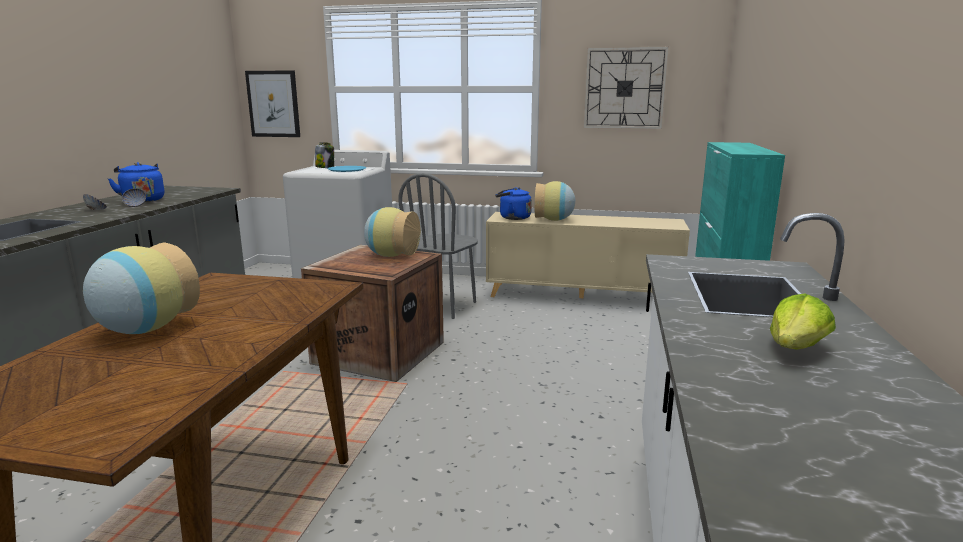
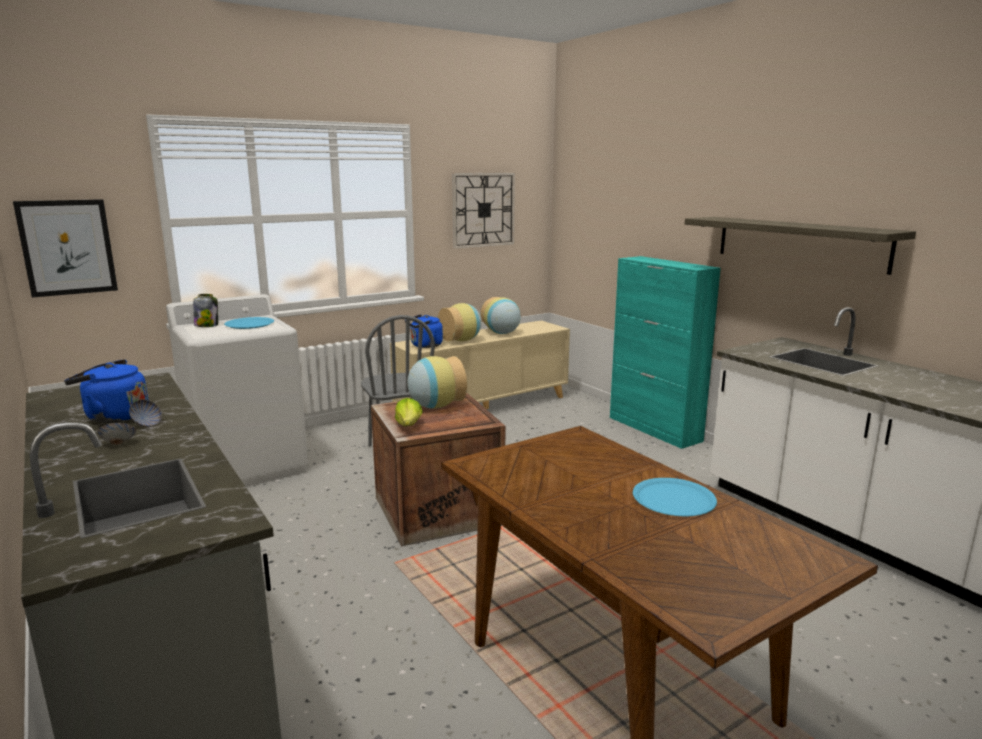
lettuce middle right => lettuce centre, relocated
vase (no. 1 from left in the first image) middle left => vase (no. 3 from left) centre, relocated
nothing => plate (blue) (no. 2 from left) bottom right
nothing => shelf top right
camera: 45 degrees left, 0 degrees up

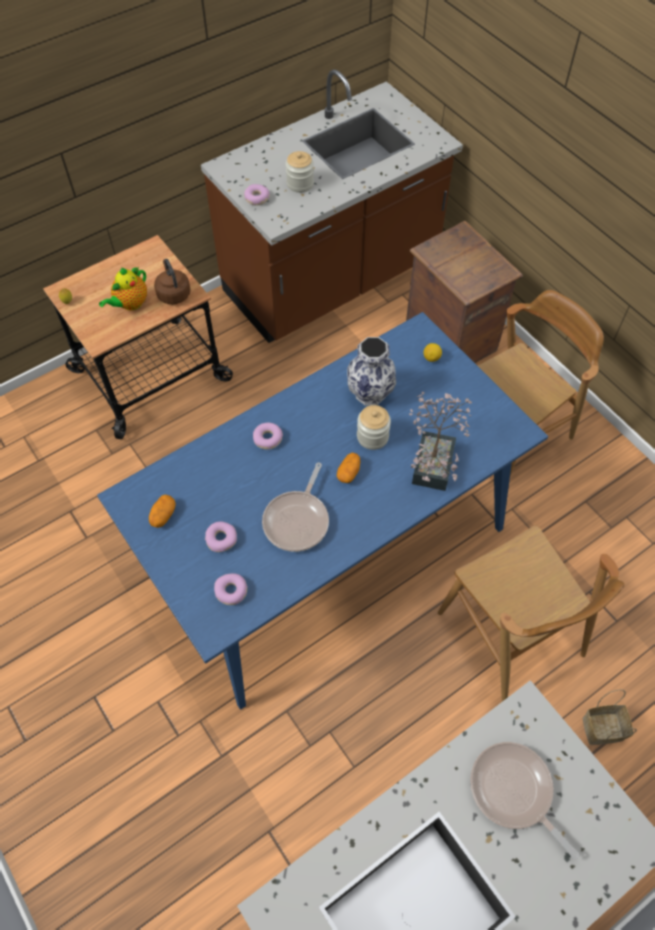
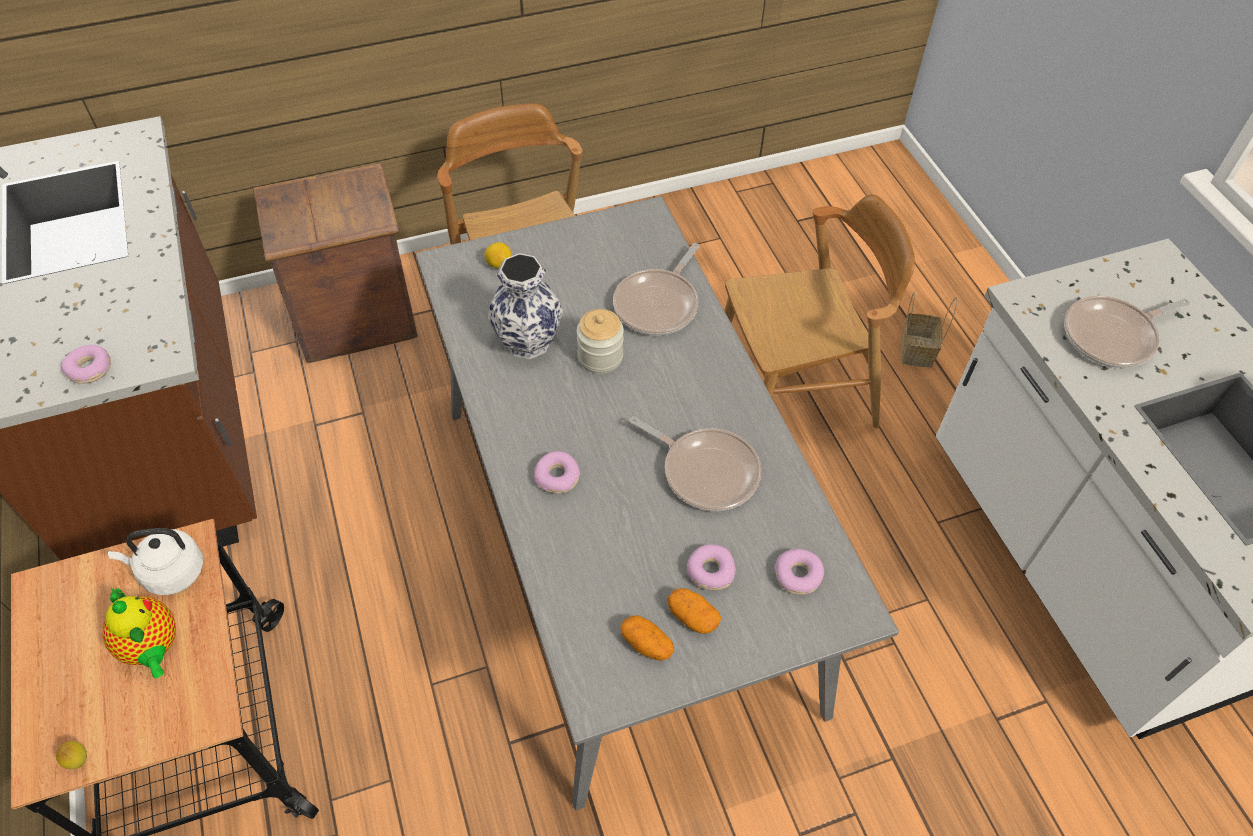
kettle (brown) top left => kettle (white) bottom left
dining table (blue) centre => dining table (grey) centre
potted plant middle right => frying pan (no. 1 from left) centre
potato (no. 2 from left) centre => potato (no. 2 from left) bottom centre, relocated
jar (no. 1 from left) top centre => nothing
camera: 75 degrees left, 5 degrees down

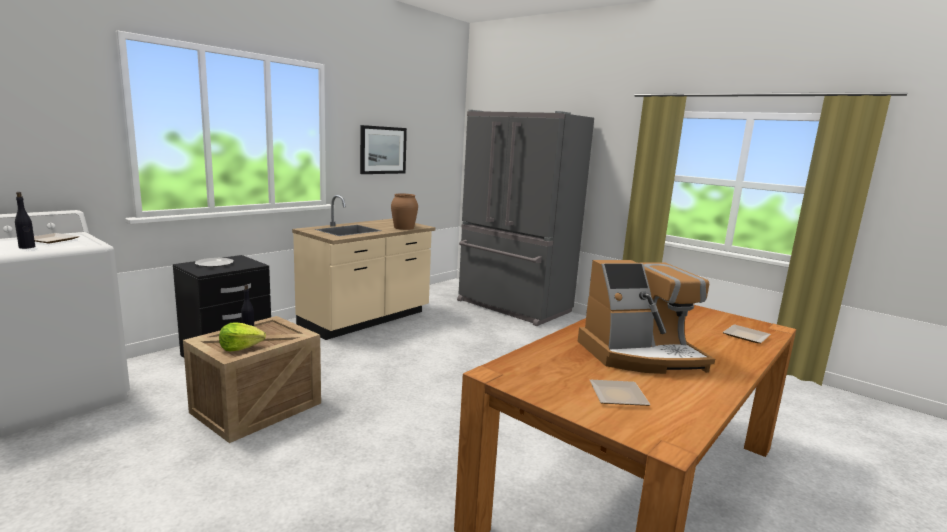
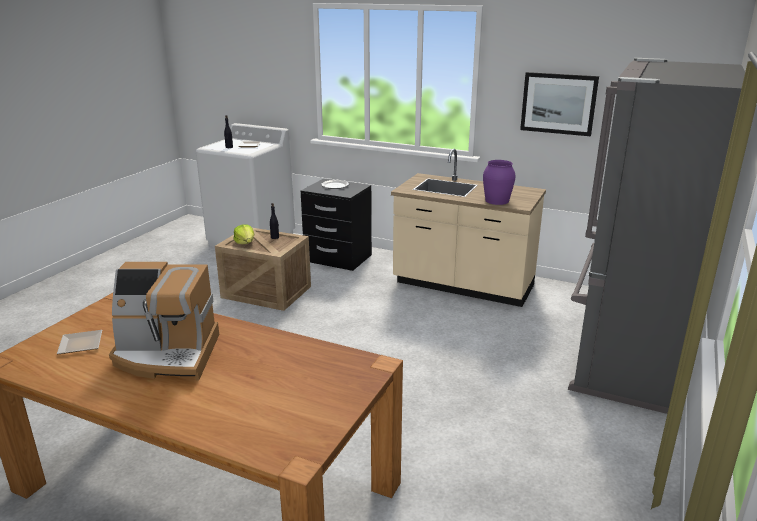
coffee machine middle right => coffee machine middle left, 60 degrees counterclockwise
vase (brown) centre => vase (purple) centre
plate (no. 4 from left) middle right => nothing
camera: 75 degrees right, 10 degrees up

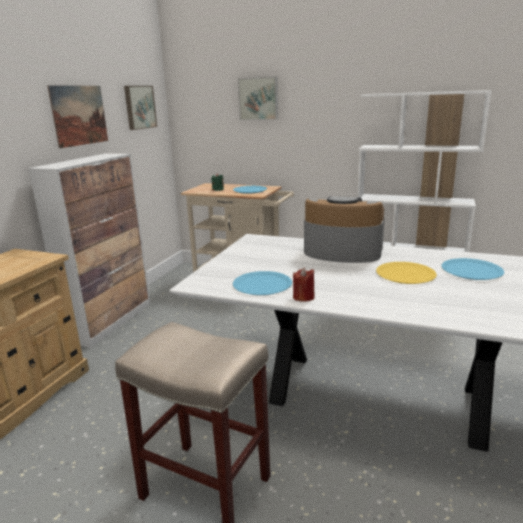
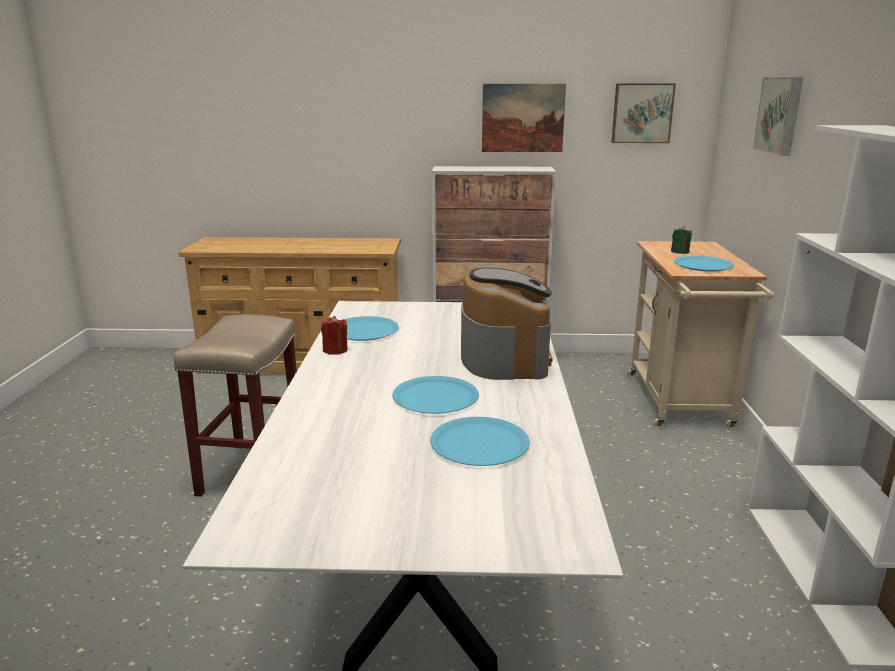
plate (yellow) middle right => plate (blue) (no. 2 from left) centre
camera: 70 degrees right, 0 degrees up

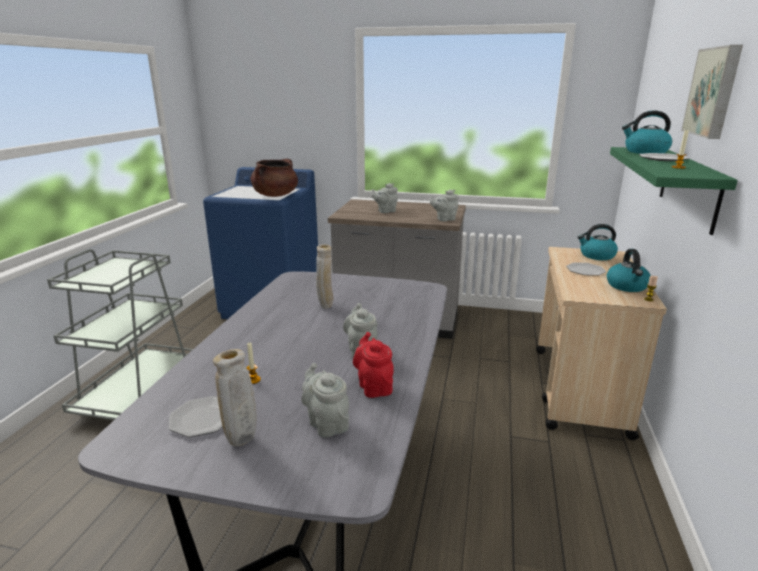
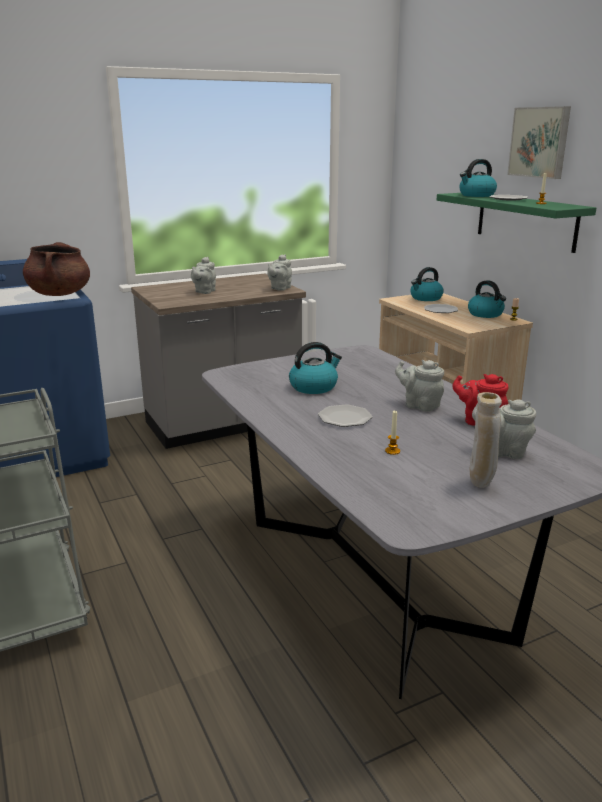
vase (beige) (no. 2 from left) centre => kettle (no. 1 from left) centre
plate (no. 1 from left) bottom left => plate (no. 1 from left) centre, relocated
camera: 40 degrees left, 0 degrees up

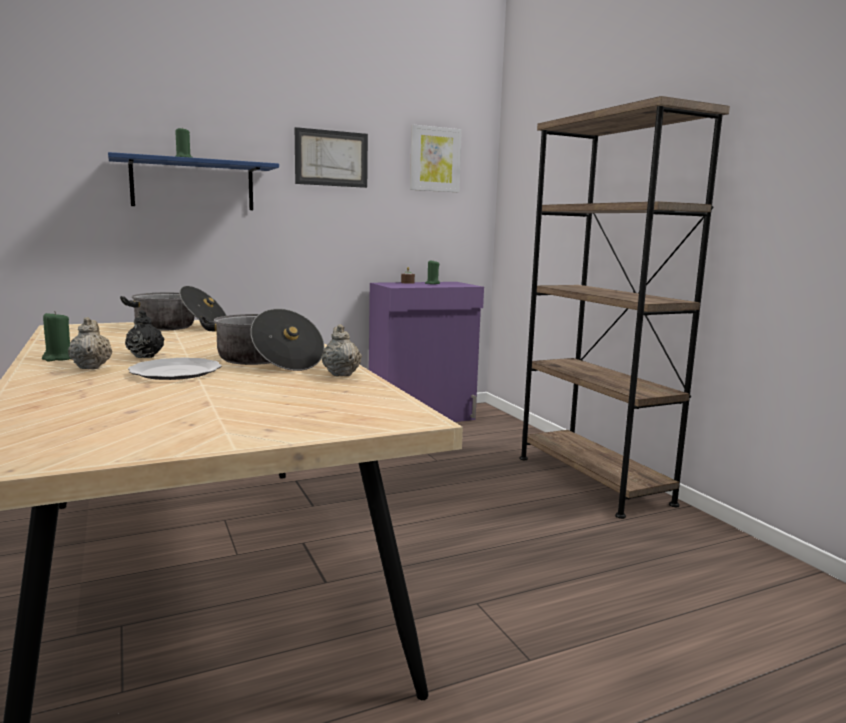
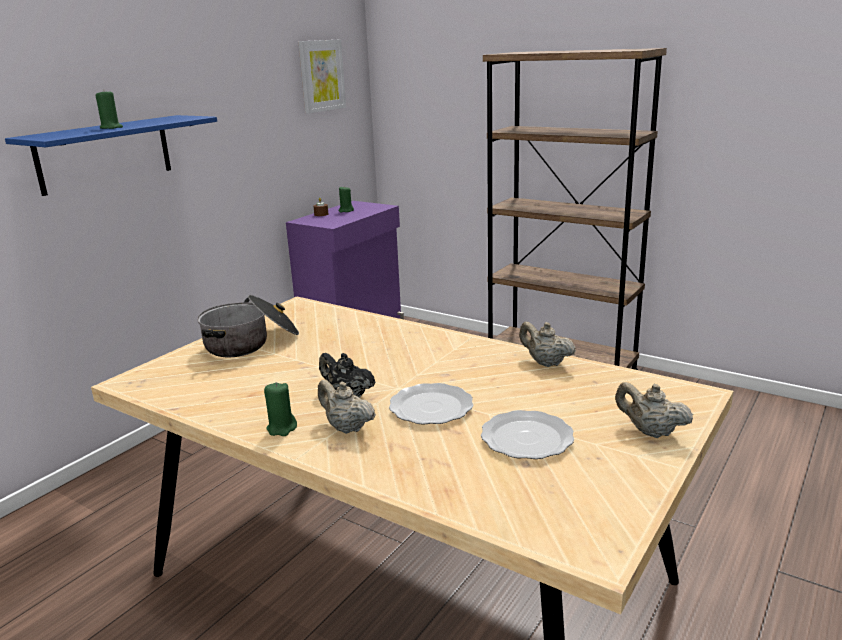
nothing => plate (no. 2 from left) bottom centre
nothing => teapot (beige) (no. 3 from left) middle right
cooking pot (no. 2 from left) middle left => nothing
picture (no. 1 from left) top centre => nothing
camera: 30 degrees left, 10 degrees up

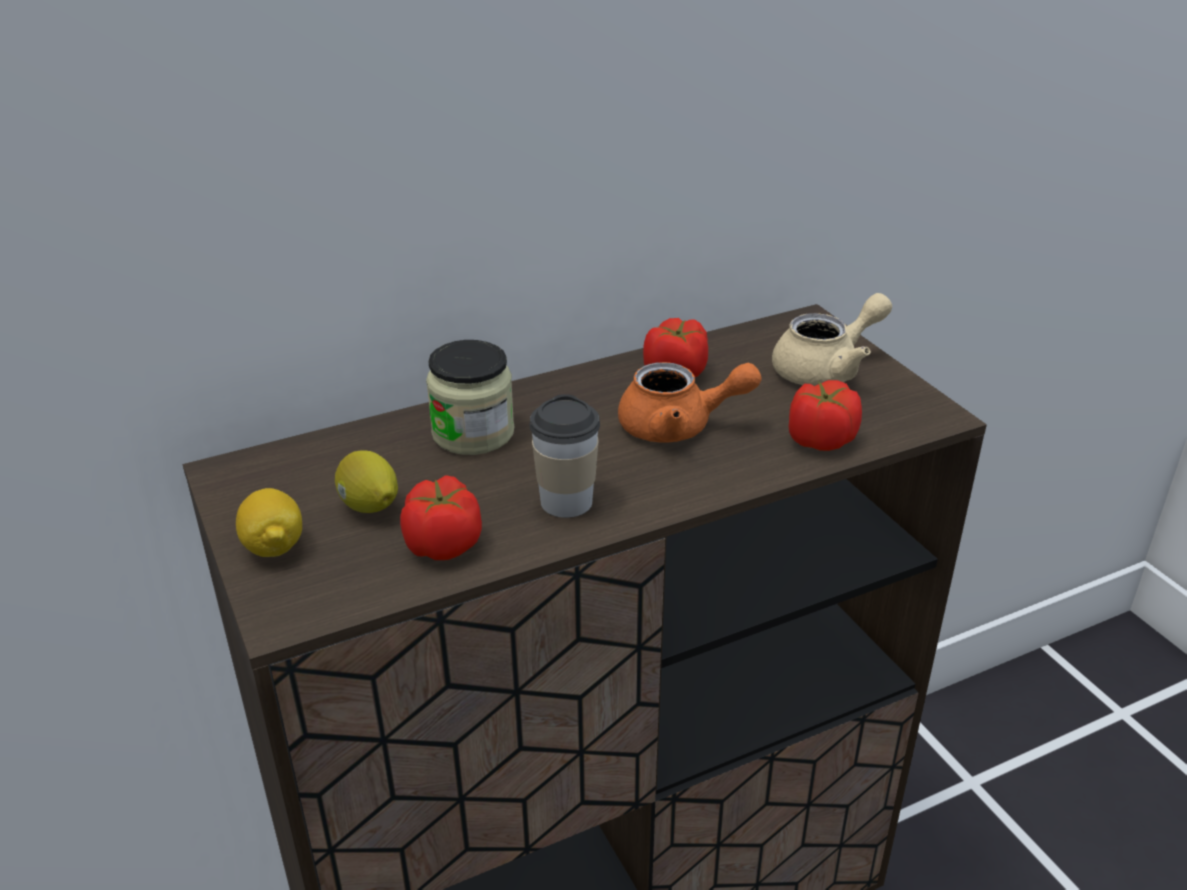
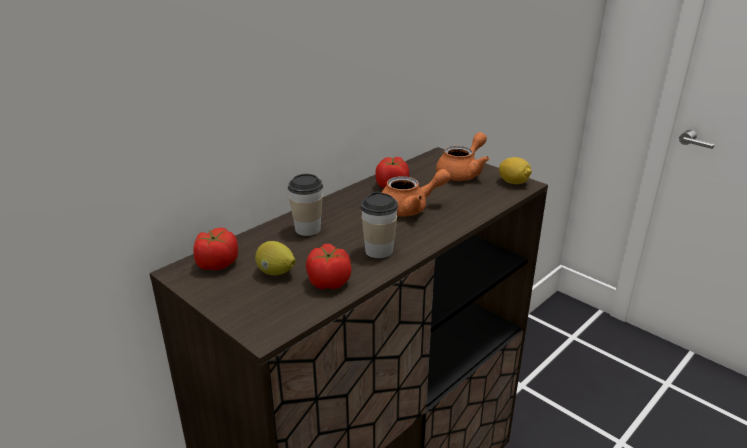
tomato (no. 3 from left in the first image) middle right => tomato (no. 1 from left) middle left, relocated
jar centre => cup (no. 1 from left) centre
teapot (beige) middle right => teapot (orange) (no. 2 from left) centre
lemon (no. 1 from left in the first image) middle left => lemon (no. 2 from left) middle right, relocated
camera: 20 degrees left, 5 degrees down

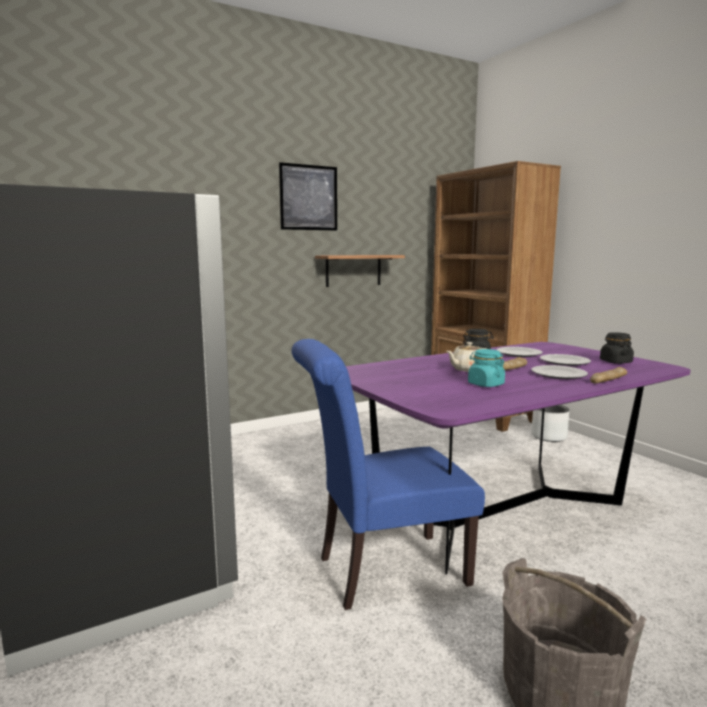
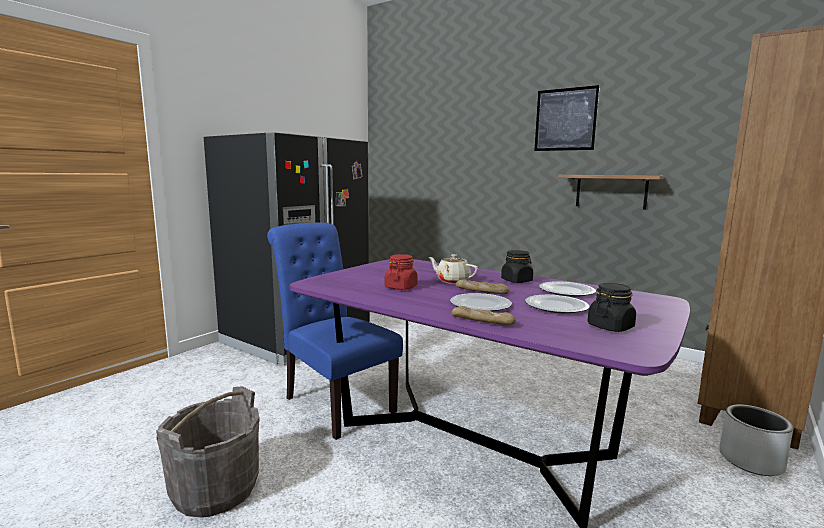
jar (turquoise) middle right => jar (red) centre
camera: 65 degrees right, 0 degrees up

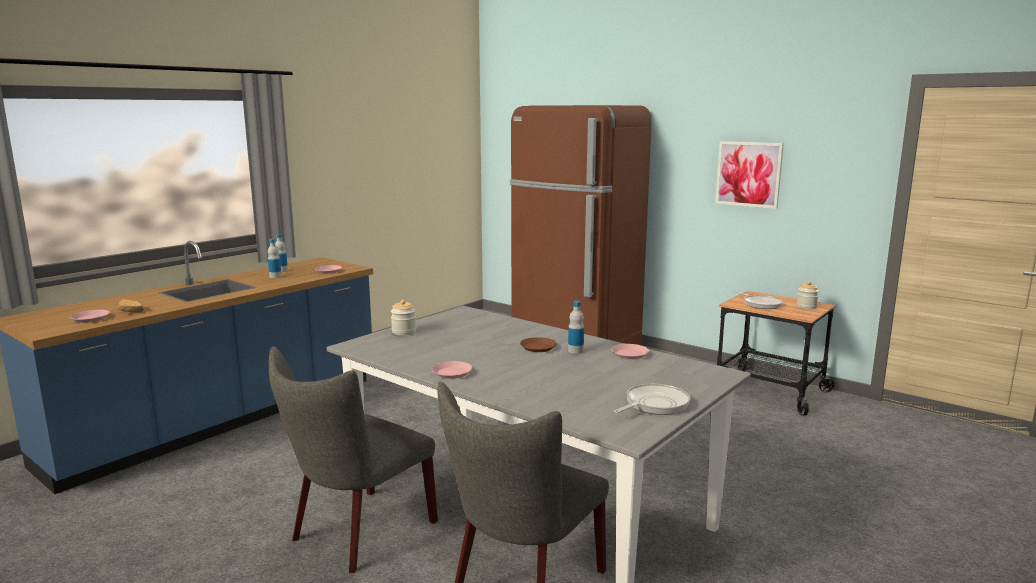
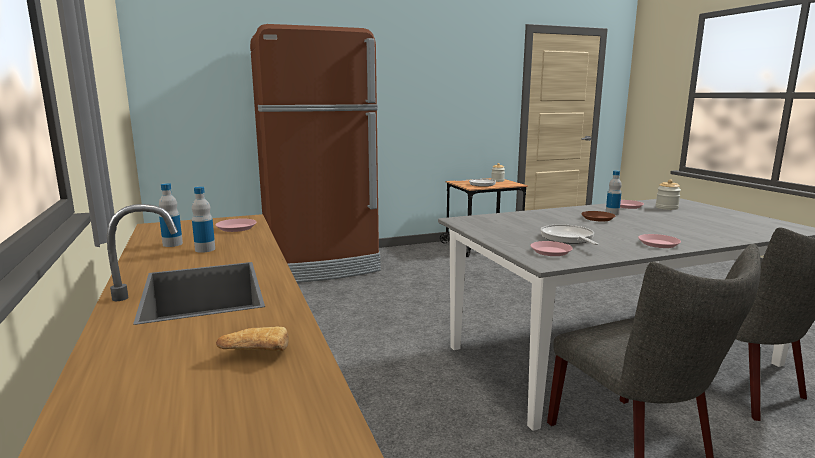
plate (pink) (no. 1 from left in the first image) middle left => plate (pink) (no. 2 from left) middle right, relocated
frying pan (no. 1 from left in the first image) bottom centre => frying pan (no. 2 from left) middle right, relocated
jar (no. 1 from left in the first image) centre => jar (no. 2 from left) middle right, relocated
picture top right => nothing
camera: 60 degrees left, 0 degrees up

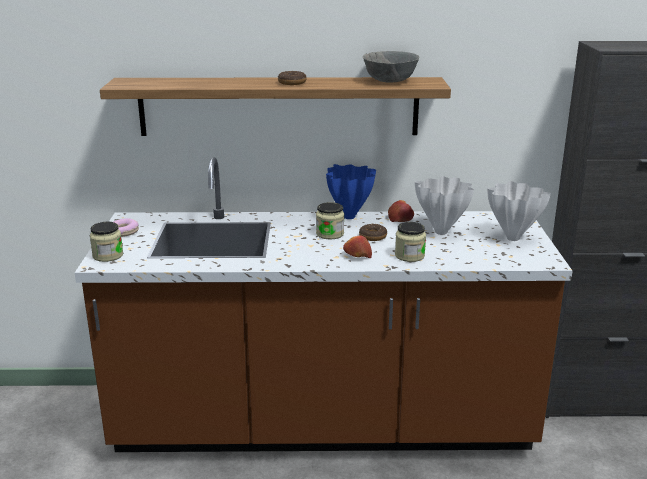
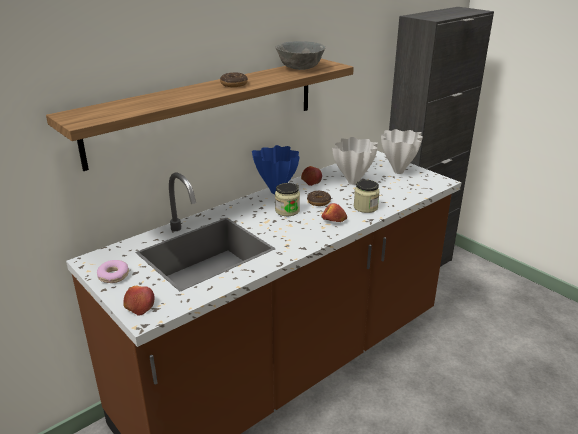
jar (no. 1 from left) middle left => apple (no. 1 from left) bottom left
camera: 40 degrees left, 5 degrees up

